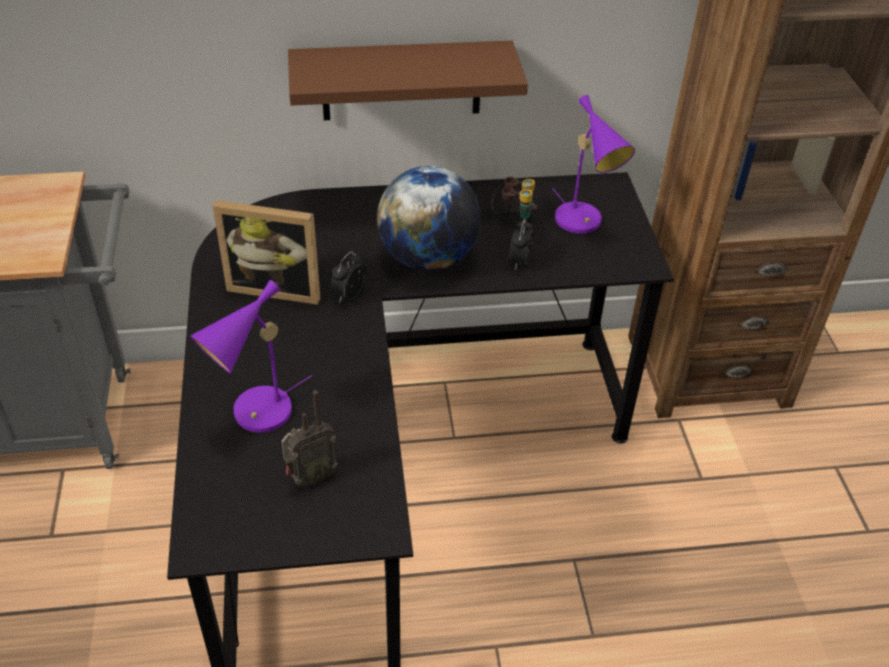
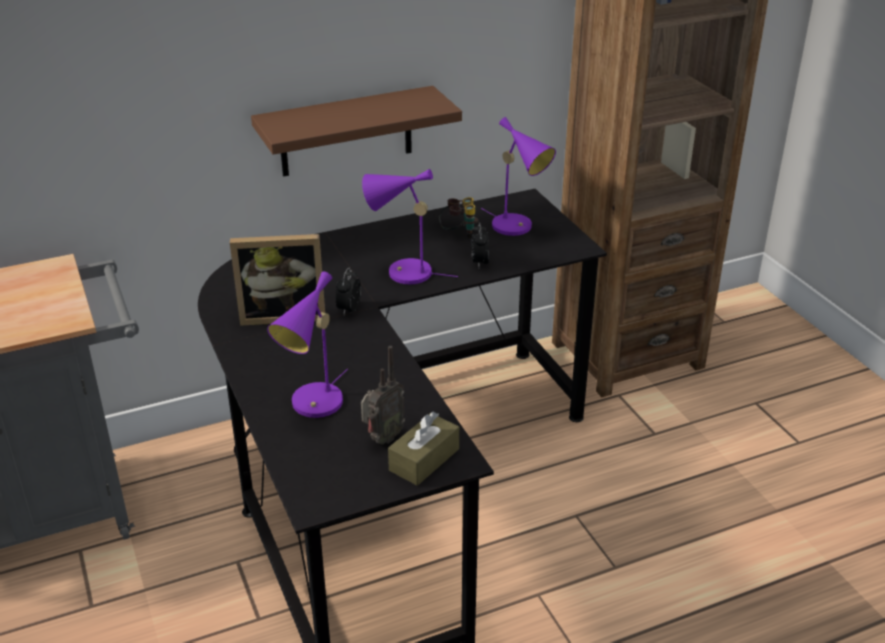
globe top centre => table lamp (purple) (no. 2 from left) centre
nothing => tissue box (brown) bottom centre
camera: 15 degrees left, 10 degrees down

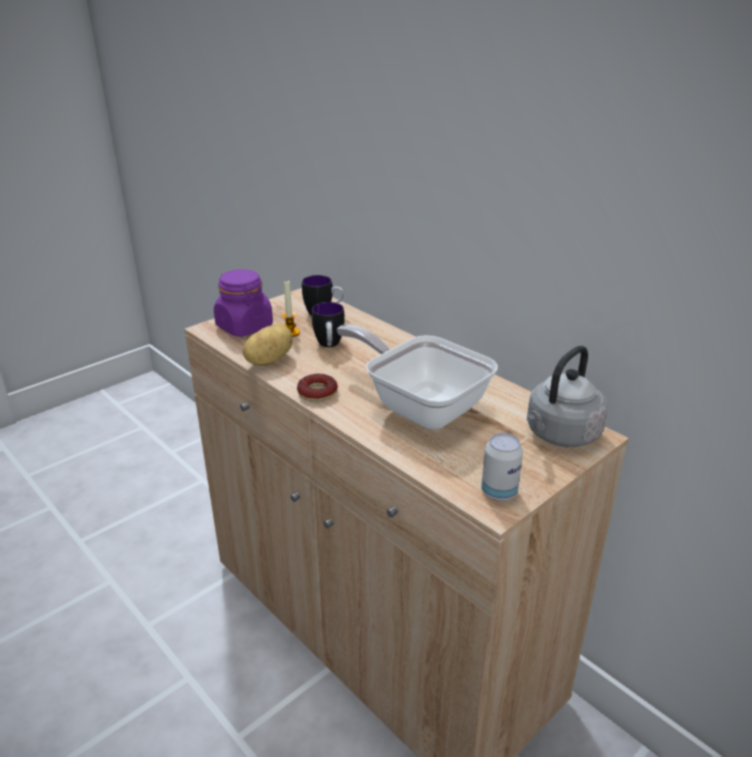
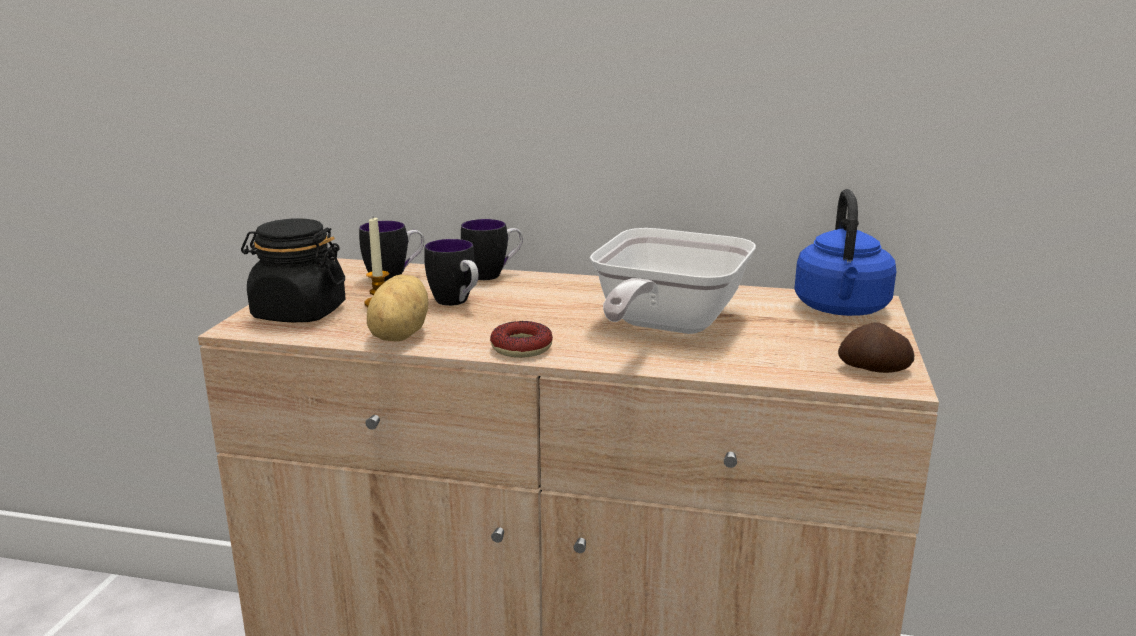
jar (purple) middle left => jar (black) middle left
nothing => mug (no. 3 from left) centre
frying pan centre, 75 degrees counterclockwise
kettle (grey) middle right => kettle (blue) middle right
can middle right => potato (no. 2 from left) middle right
camera: 35 degrees left, 10 degrees down

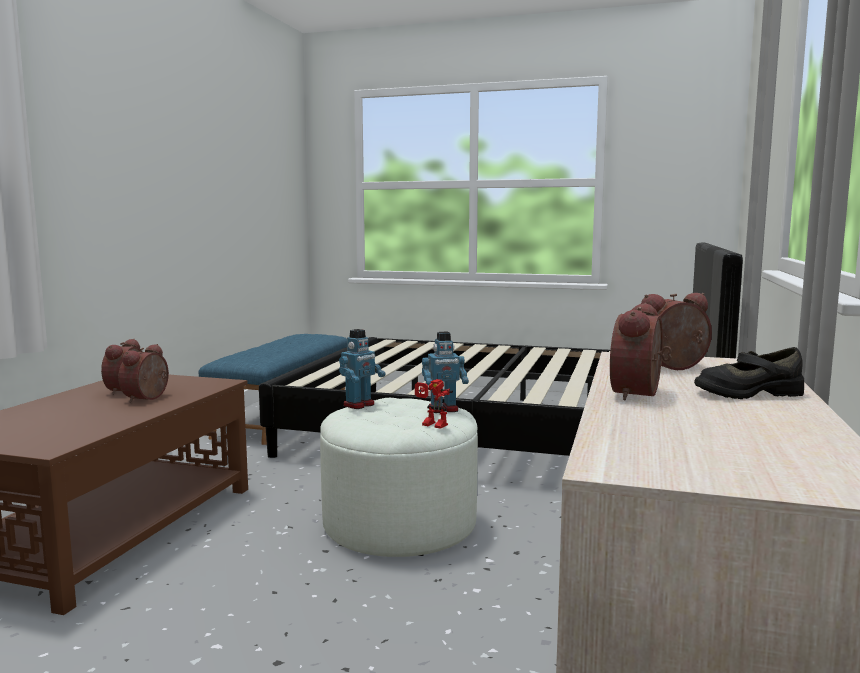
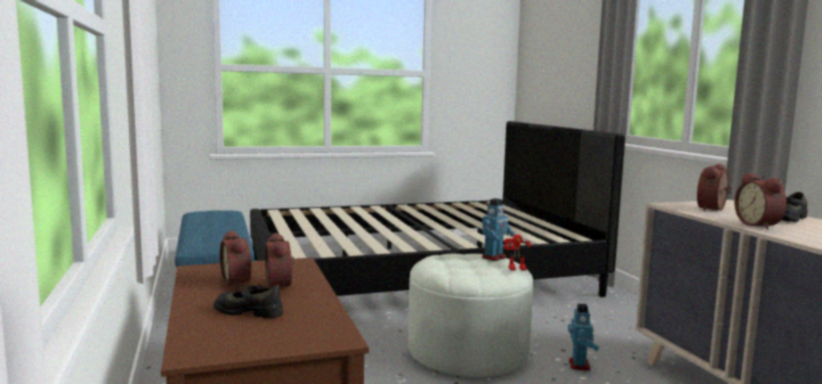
nothing => shoe (black) (no. 1 from left) bottom left
toy robot (no. 1 from left in the first image) centre => toy robot (no. 3 from left) bottom right, relocated
camera: 35 degrees left, 0 degrees up

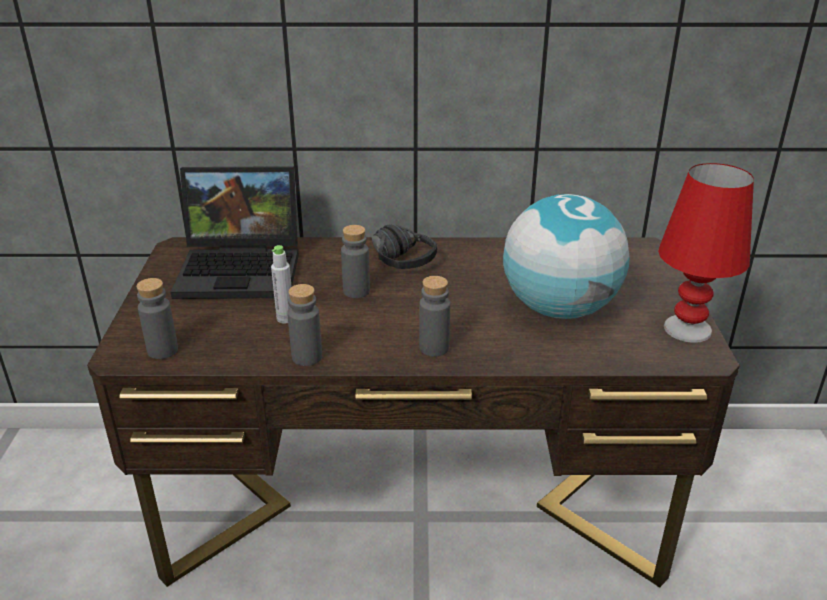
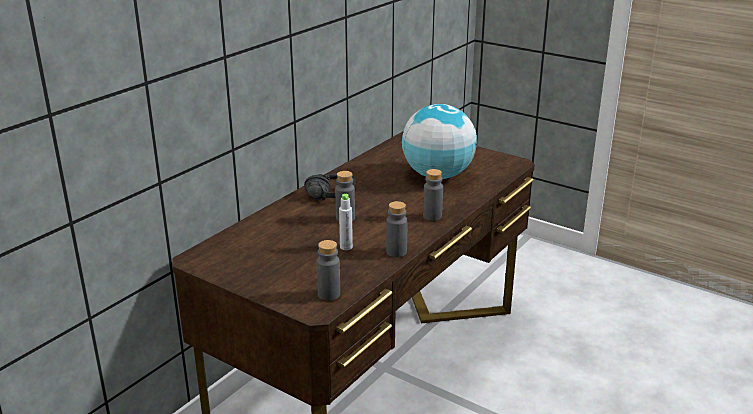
laptop middle left => nothing
table lamp (red) middle right => nothing
camera: 55 degrees left, 5 degrees down

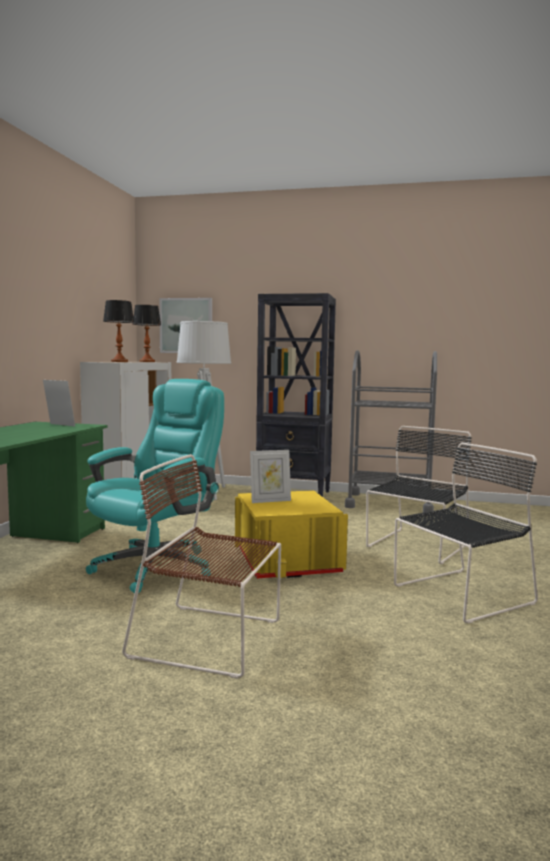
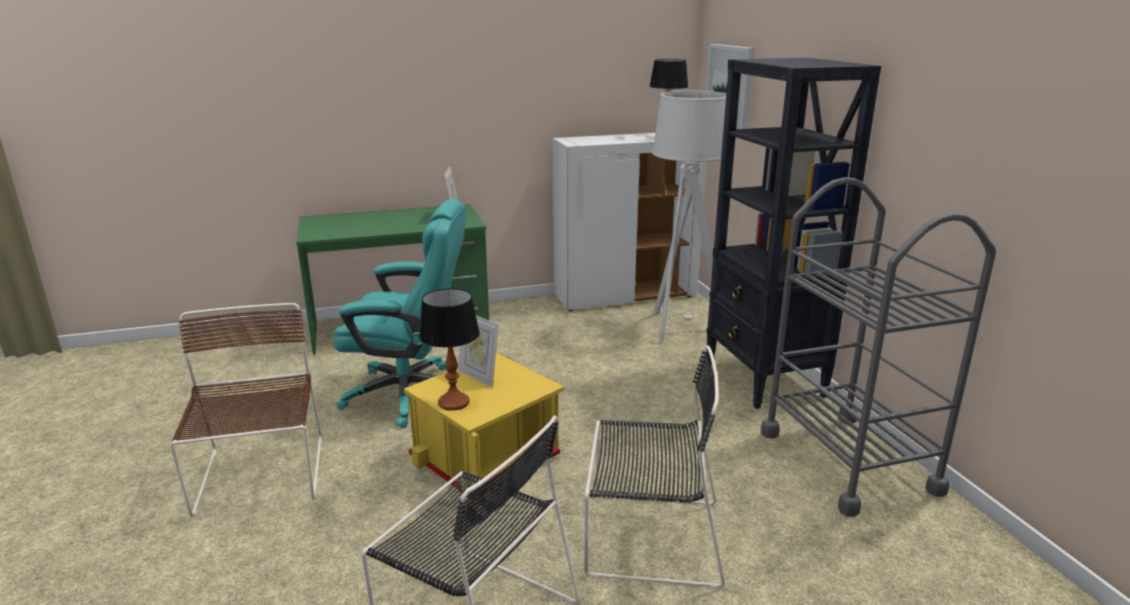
table lamp (no. 1 from left) middle left => table lamp (no. 1 from left) centre, relocated
camera: 60 degrees right, 15 degrees up

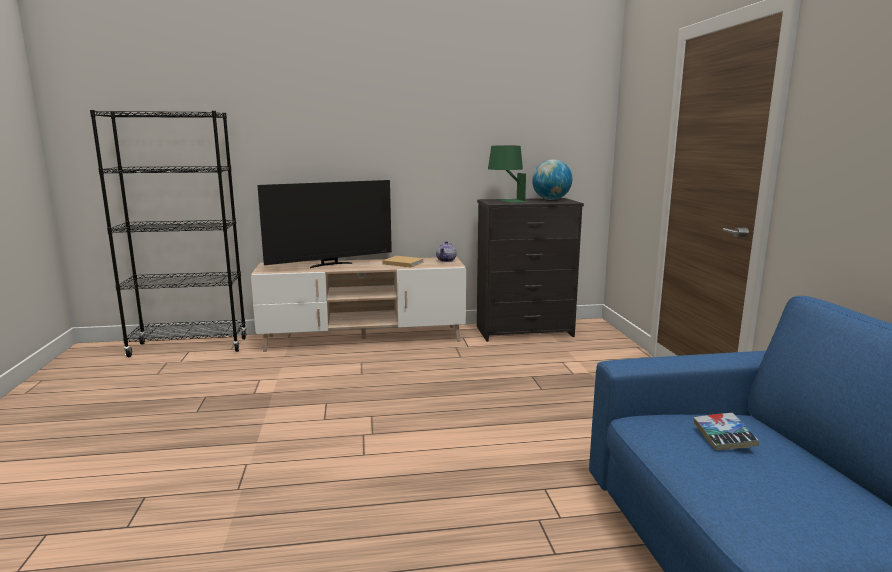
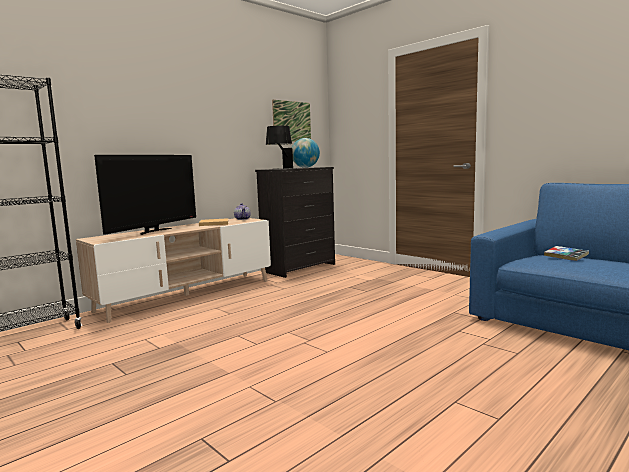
table lamp (green) top centre => table lamp (black) top centre
nothing => picture top centre
camera: 35 degrees left, 5 degrees down

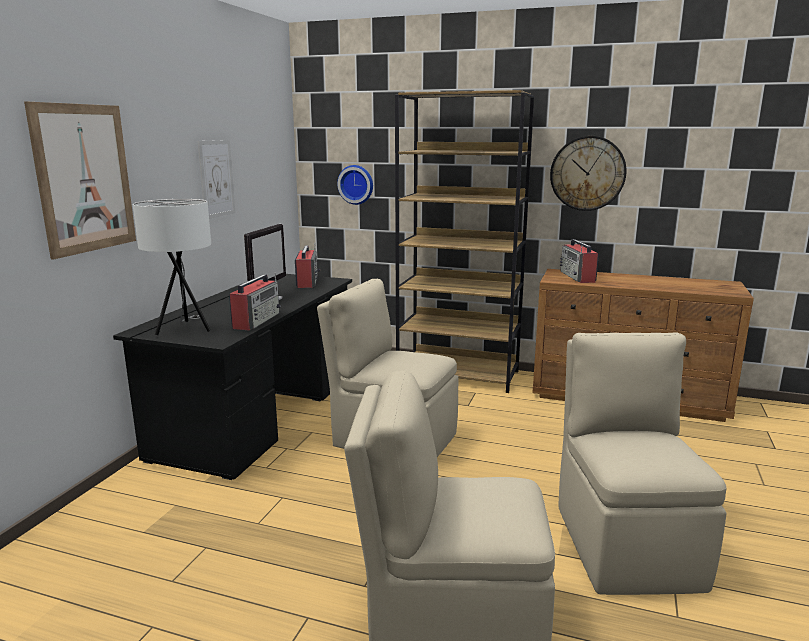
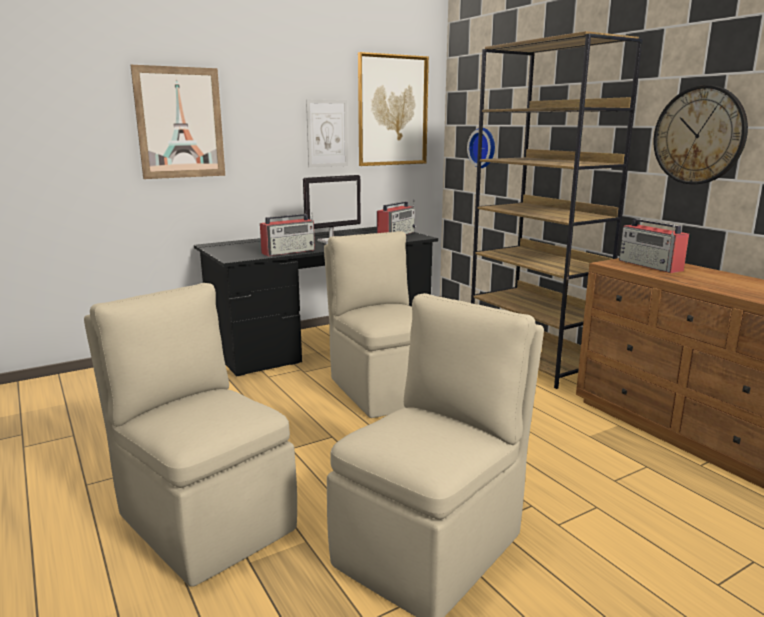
nothing => picture (no. 3 from left) top centre
radio (no. 3 from left) middle right, 60 degrees counterclockwise
table lamp (white) middle left => nothing
camera: 40 degrees right, 0 degrees up

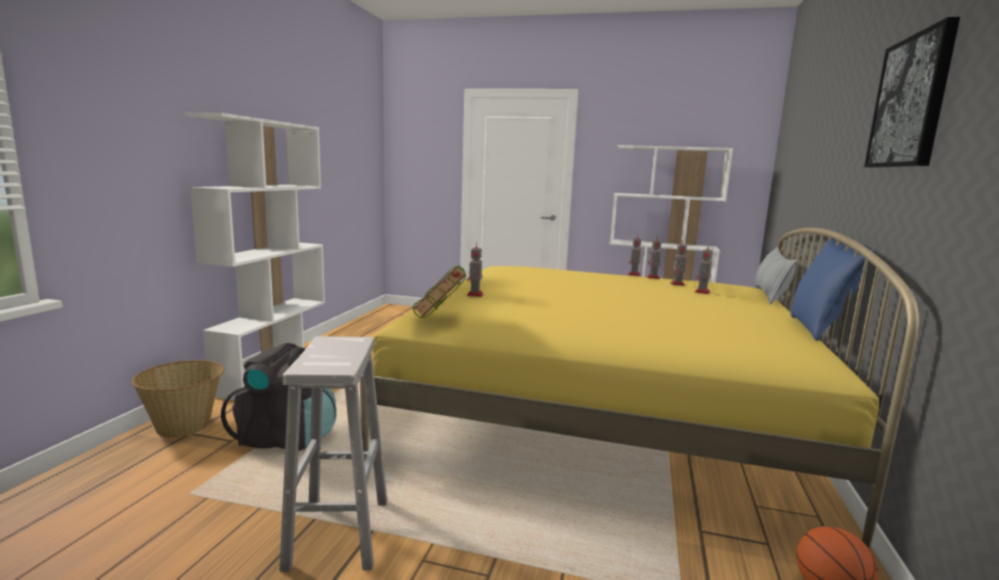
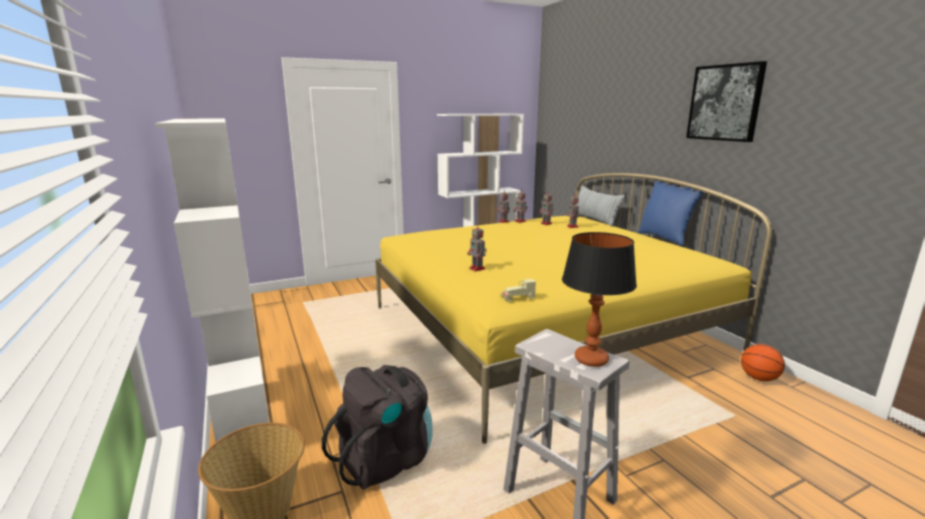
book centre => toy car (beige) centre
nothing => table lamp centre
camera: 40 degrees left, 5 degrees up

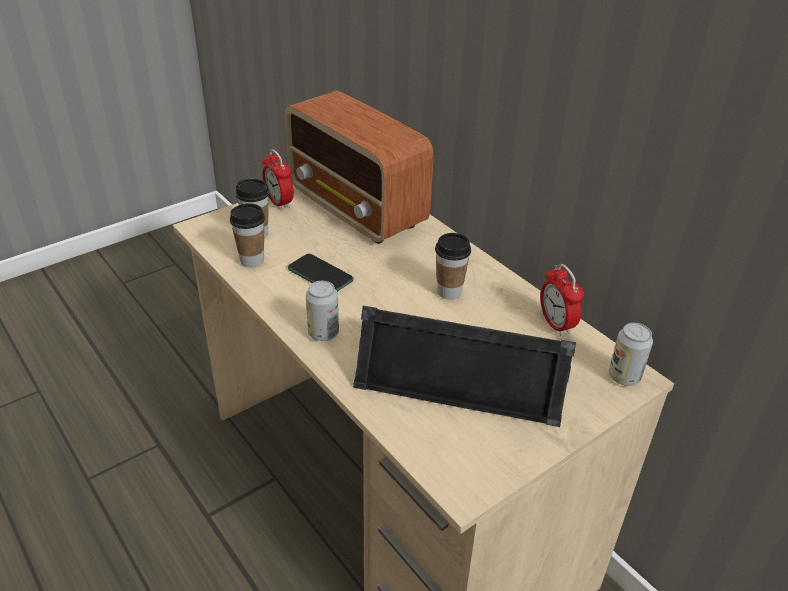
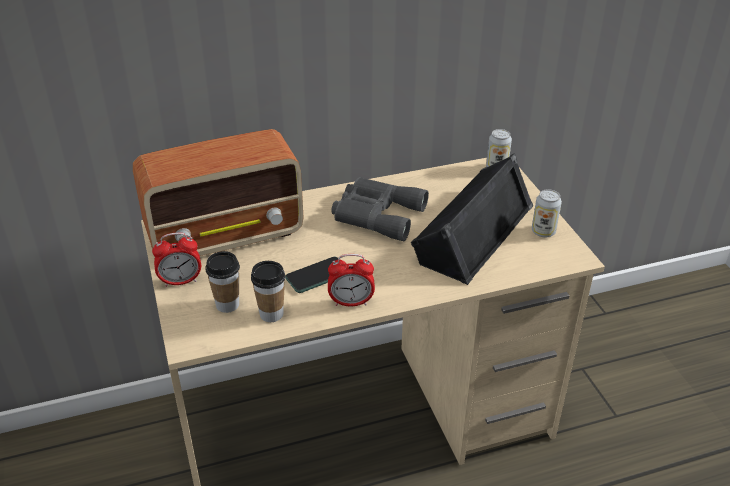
alarm clock (no. 2 from left) middle right => alarm clock (no. 2 from left) centre, relocated
cup (no. 3 from left) centre => binoculars (grey) centre
can (no. 1 from left in the first image) centre => can (no. 2 from left) middle right, relocated
camera: 70 degrees left, 0 degrees up

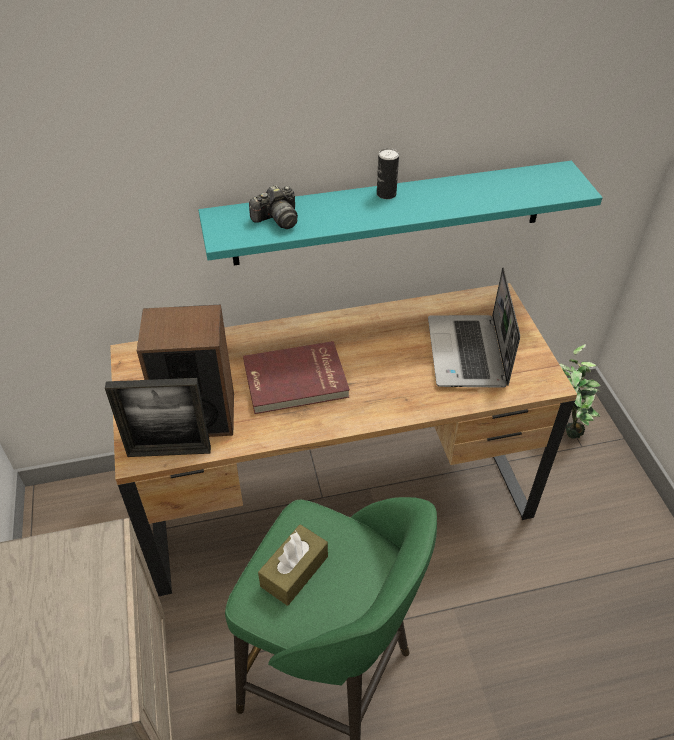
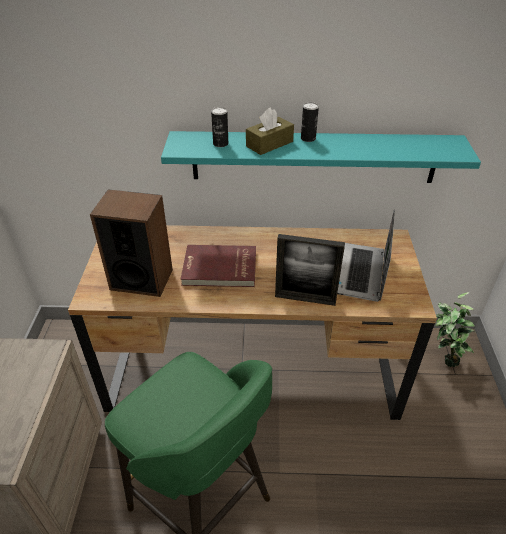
photo camera top centre => can (no. 1 from left) top centre
tissue box (brown) bottom centre => tissue box (brown) top centre, relocated
picture frame middle left => picture frame centre, relocated
camera: 15 degrees right, 5 degrees down

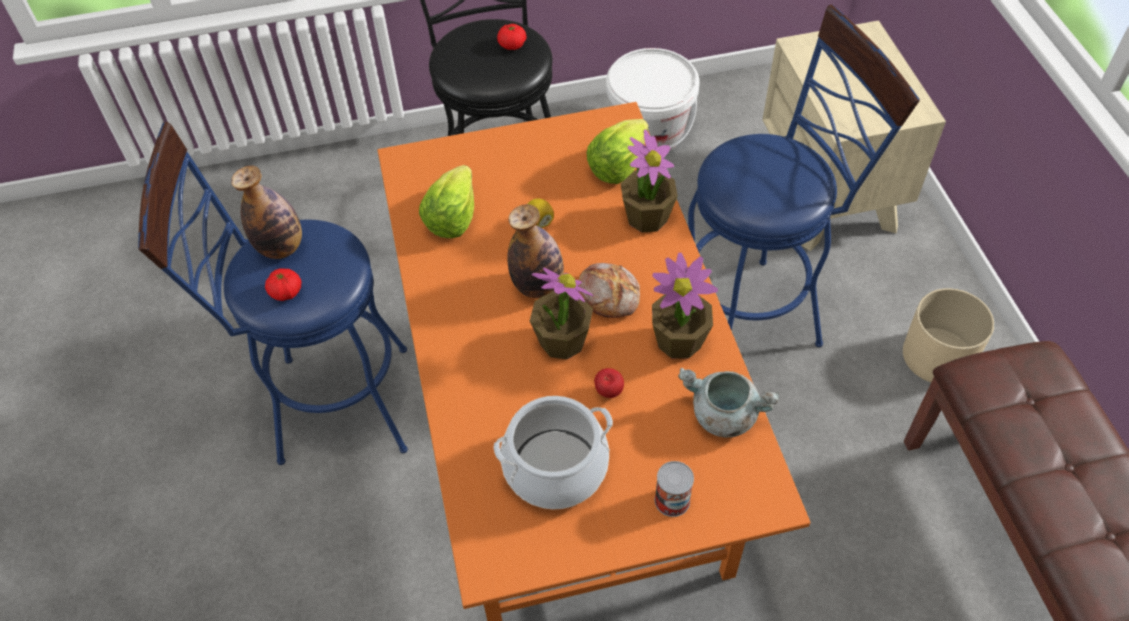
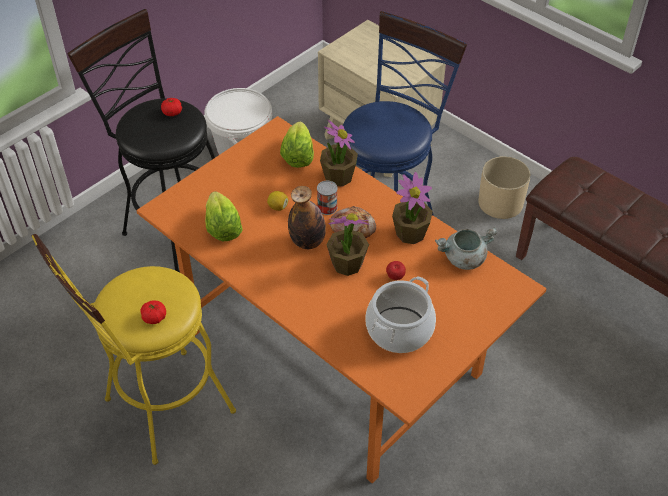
stool (blue) (no. 1 from left) middle left => stool (yellow) bottom left
can bottom centre => can centre, relocated
bottle (no. 1 from left) middle left => nothing
camera: 35 degrees left, 5 degrees down

